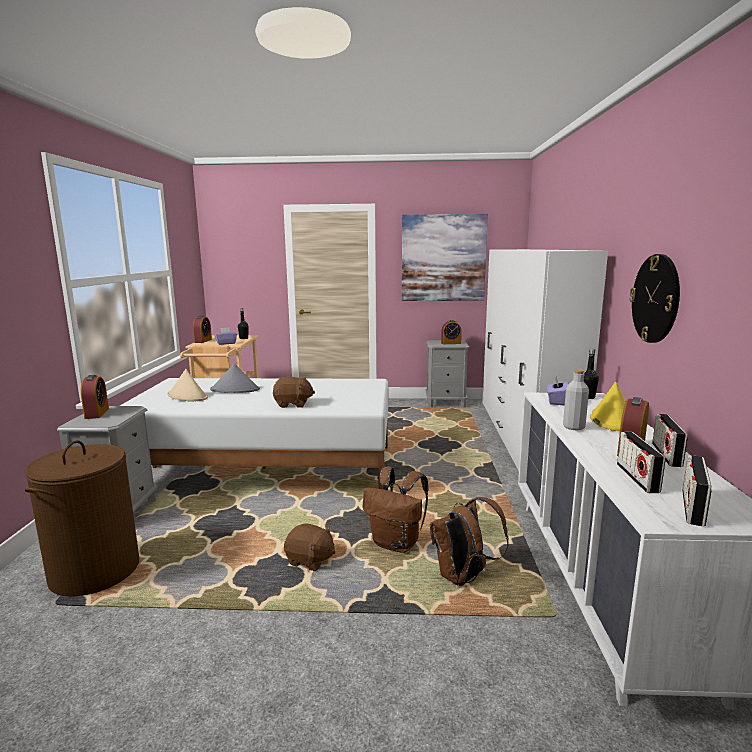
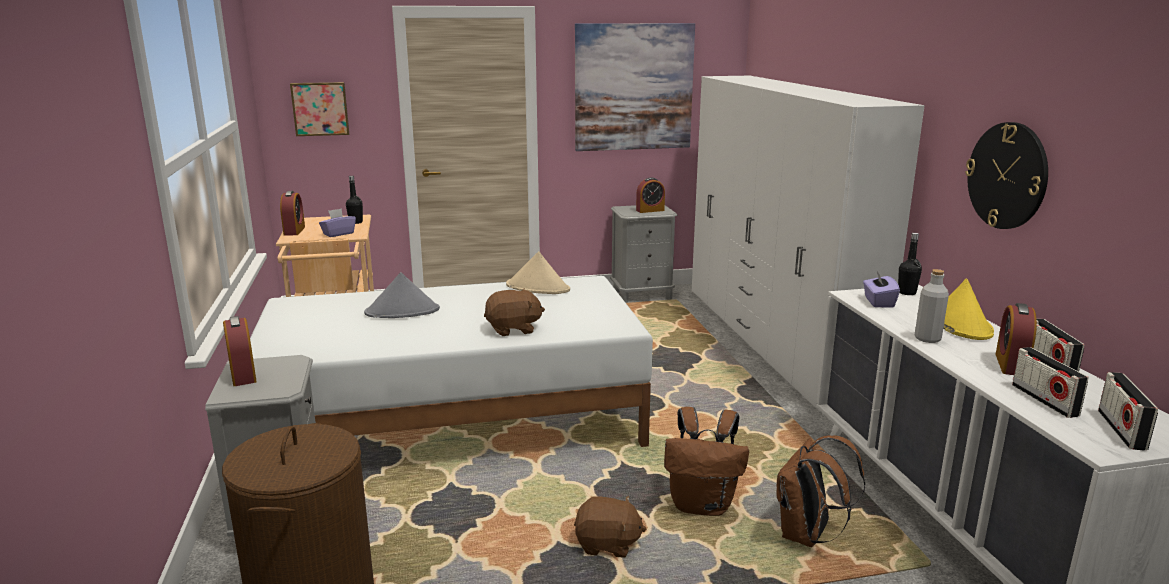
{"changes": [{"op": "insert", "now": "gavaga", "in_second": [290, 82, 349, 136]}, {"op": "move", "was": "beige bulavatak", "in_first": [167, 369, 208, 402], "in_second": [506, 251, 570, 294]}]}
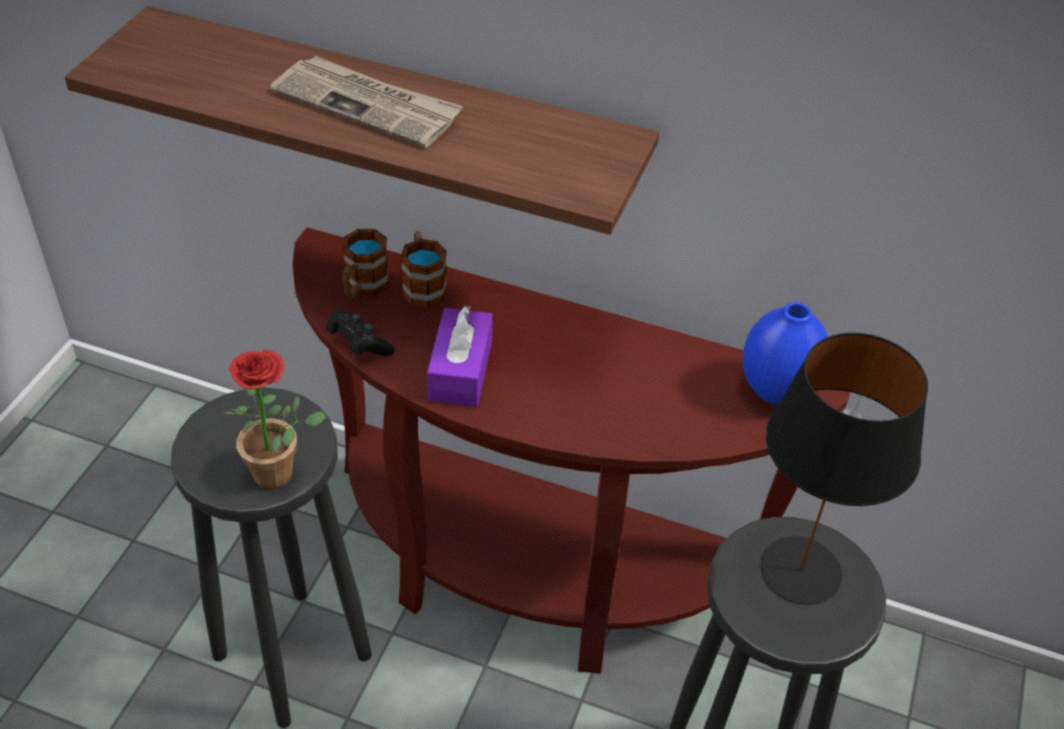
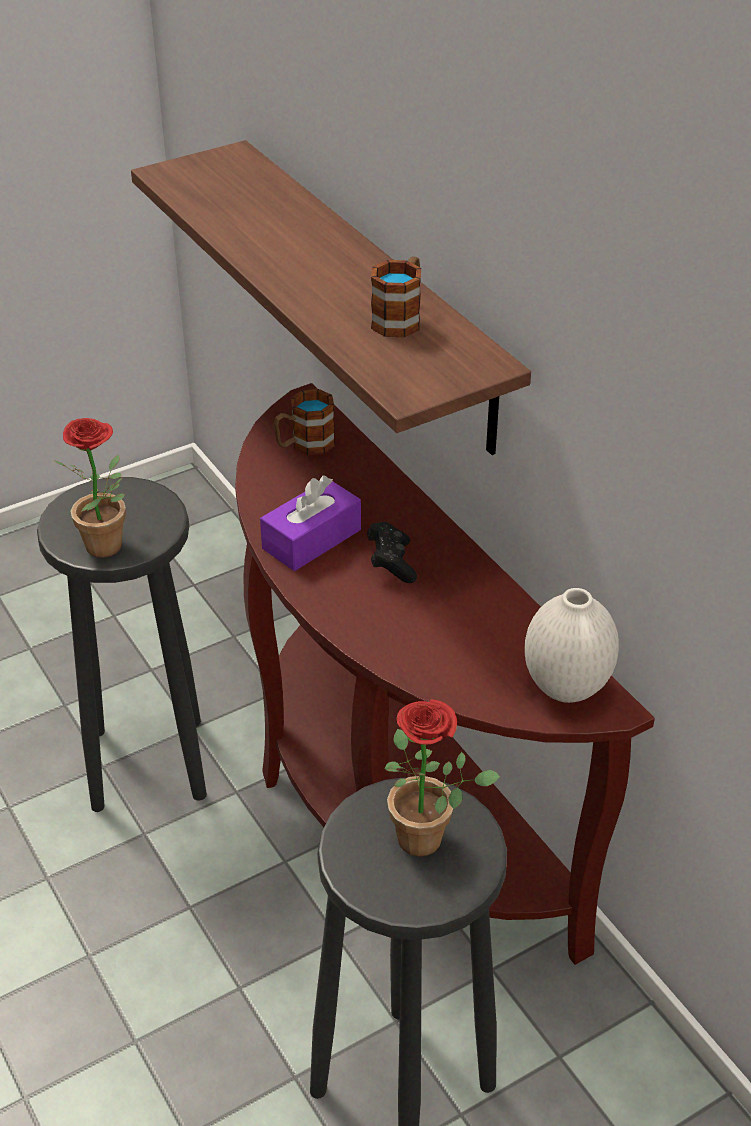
{"changes": [{"op": "move", "was": "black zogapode", "in_first": [326, 311, 395, 356], "in_second": [367, 522, 417, 583]}, {"op": "move", "was": "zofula", "in_first": [400, 231, 448, 308], "in_second": [371, 257, 421, 337]}, {"op": "replace", "was": "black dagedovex", "now": "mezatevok", "in_first": [761, 332, 928, 605], "in_second": [384, 699, 500, 856]}, {"op": "recolor", "was": "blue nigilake", "now": "white nigilake", "in_first": [743, 302, 828, 405], "in_second": [525, 588, 619, 703]}, {"op": "delete", "was": "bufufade", "in_first": [270, 56, 463, 148]}]}
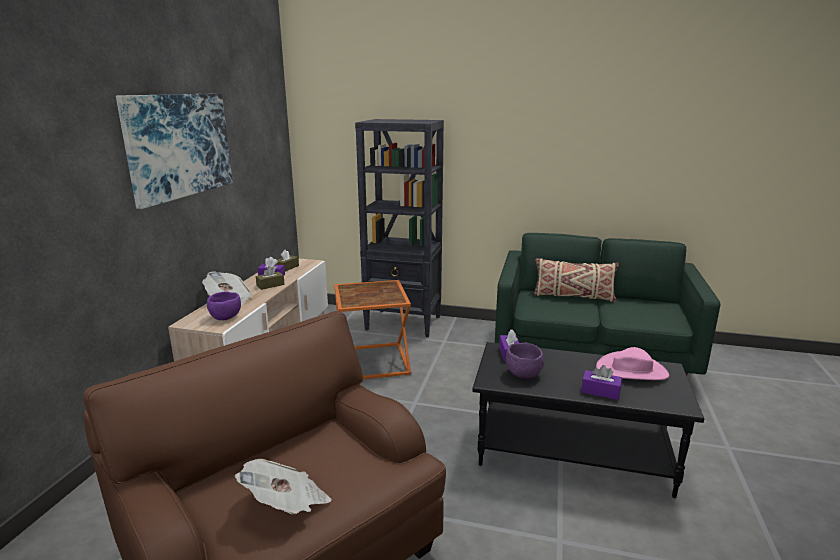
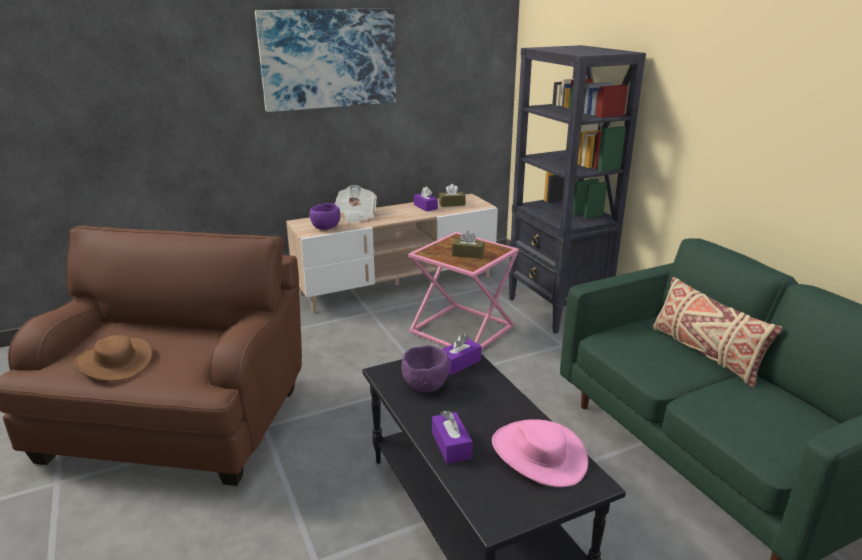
{"changes": [{"op": "replace", "was": "bufufade", "now": "brown bulavatak", "in_first": [235, 459, 332, 514], "in_second": [74, 335, 153, 381]}, {"op": "recolor", "was": "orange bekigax", "now": "pink bekigax", "in_first": [334, 280, 411, 379], "in_second": [408, 232, 519, 350]}, {"op": "move", "was": "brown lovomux", "in_first": [256, 266, 285, 290], "in_second": [452, 231, 484, 259]}]}
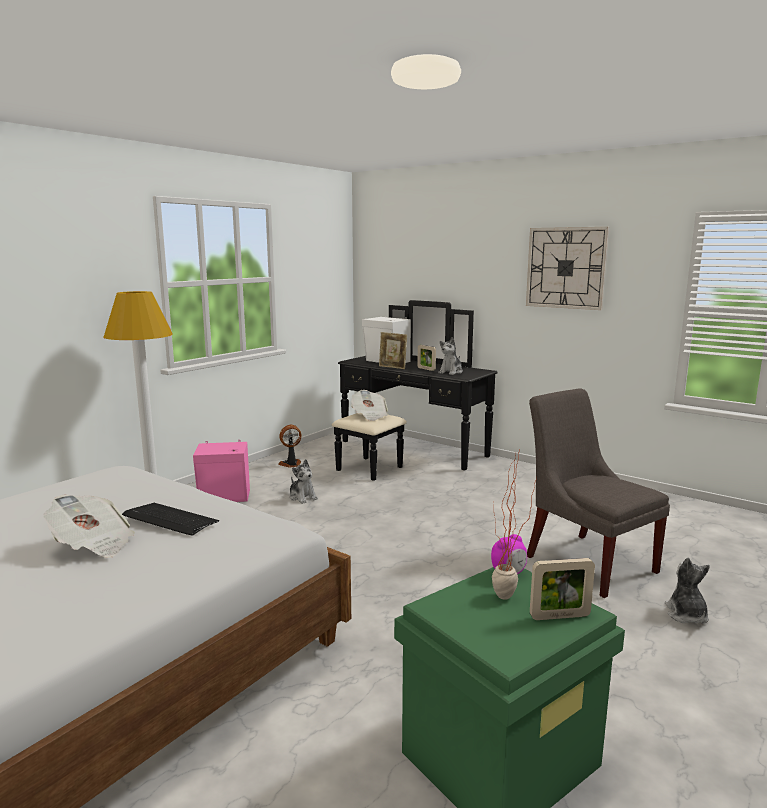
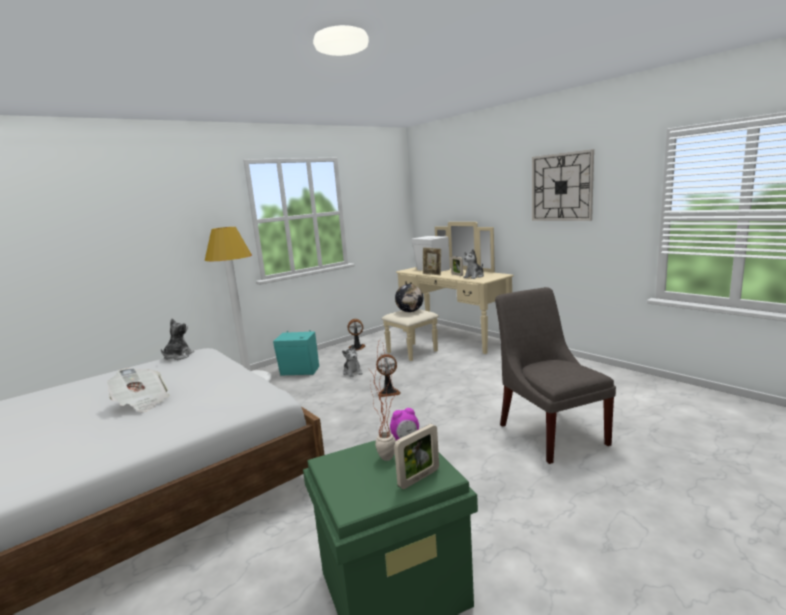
{"changes": [{"op": "move", "was": "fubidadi", "in_first": [665, 557, 710, 623], "in_second": [161, 319, 194, 360]}, {"op": "recolor", "was": "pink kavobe", "now": "turquoise kavobe", "in_first": [193, 440, 250, 502], "in_second": [273, 330, 319, 375]}, {"op": "insert", "now": "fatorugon", "in_second": [376, 354, 401, 397]}, {"op": "recolor", "was": "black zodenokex", "now": "beige zodenokex", "in_first": [332, 300, 498, 481], "in_second": [381, 222, 514, 361]}, {"op": "rotate", "was": "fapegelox", "in_first": [530, 558, 595, 620], "in_second": [394, 424, 439, 489], "clockwise": -45}, {"op": "replace", "was": "bufufade", "now": "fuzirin", "in_first": [351, 390, 388, 421], "in_second": [395, 284, 423, 312]}, {"op": "delete", "was": "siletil", "in_first": [122, 503, 219, 536]}]}
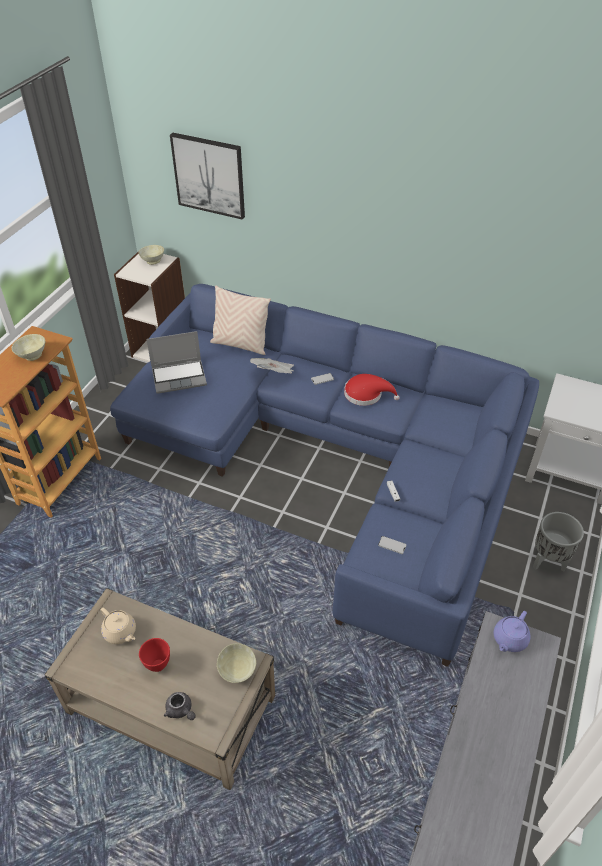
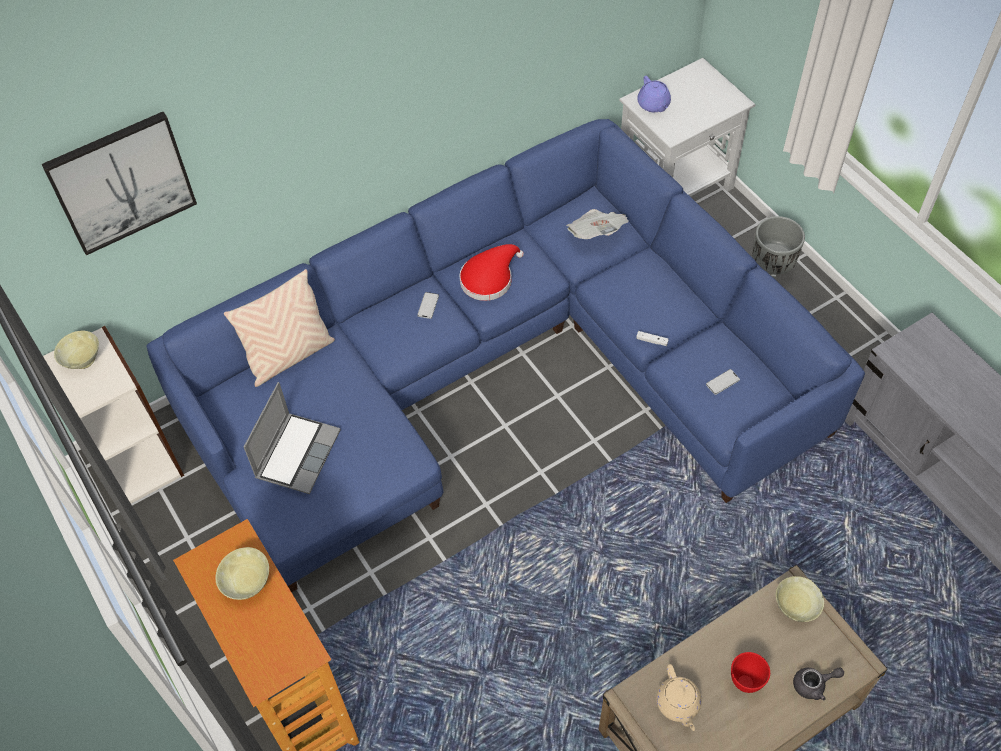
{"changes": [{"op": "move", "was": "bufufade", "in_first": [250, 358, 294, 374], "in_second": [566, 209, 629, 239]}, {"op": "move", "was": "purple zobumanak", "in_first": [494, 611, 530, 652], "in_second": [637, 76, 671, 112]}, {"op": "rotate", "was": "beige zobumanak", "in_first": [101, 608, 136, 644], "in_second": [656, 664, 702, 731], "clockwise": 90}]}
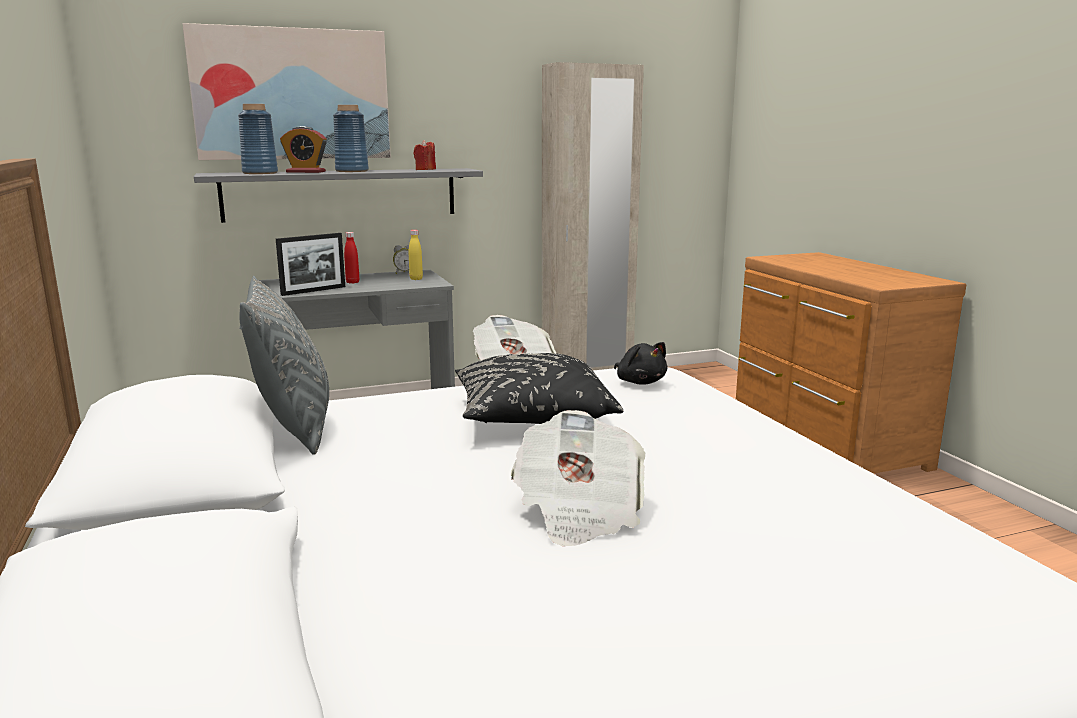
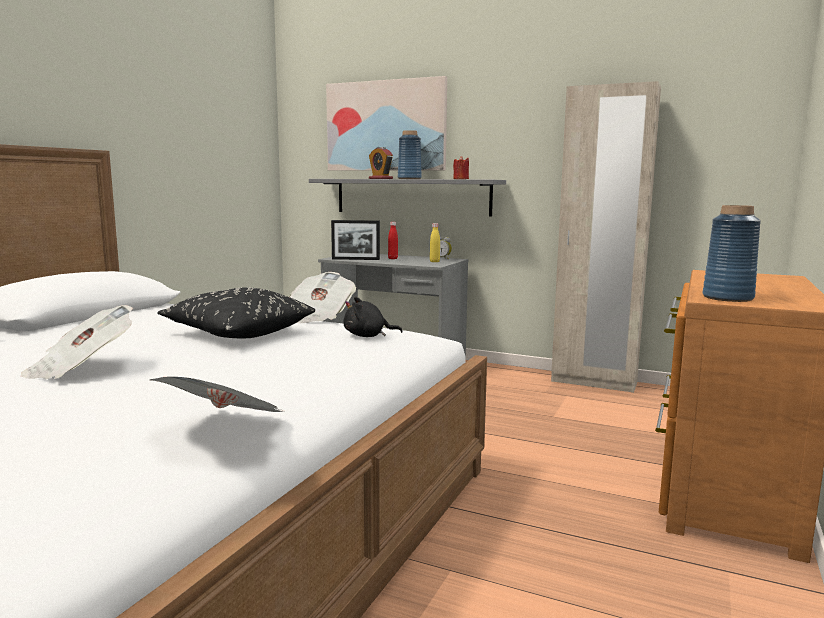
{"changes": [{"op": "insert", "now": "bufufade", "in_second": [150, 376, 282, 412]}, {"op": "rotate", "was": "black fubidadi", "in_first": [614, 342, 667, 385], "in_second": [343, 297, 403, 337], "clockwise": 75}, {"op": "move", "was": "blue nigilake", "in_first": [238, 104, 278, 174], "in_second": [702, 205, 761, 302]}, {"op": "delete", "was": "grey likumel", "in_first": [239, 276, 329, 455]}]}
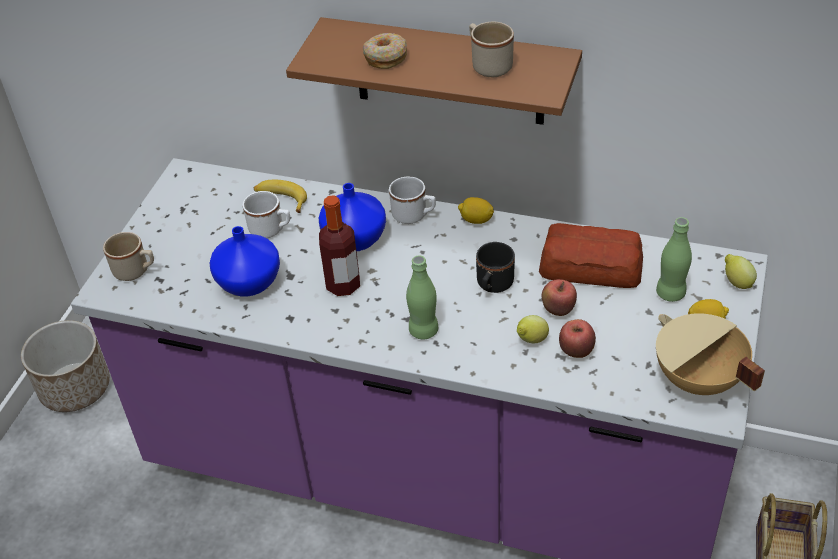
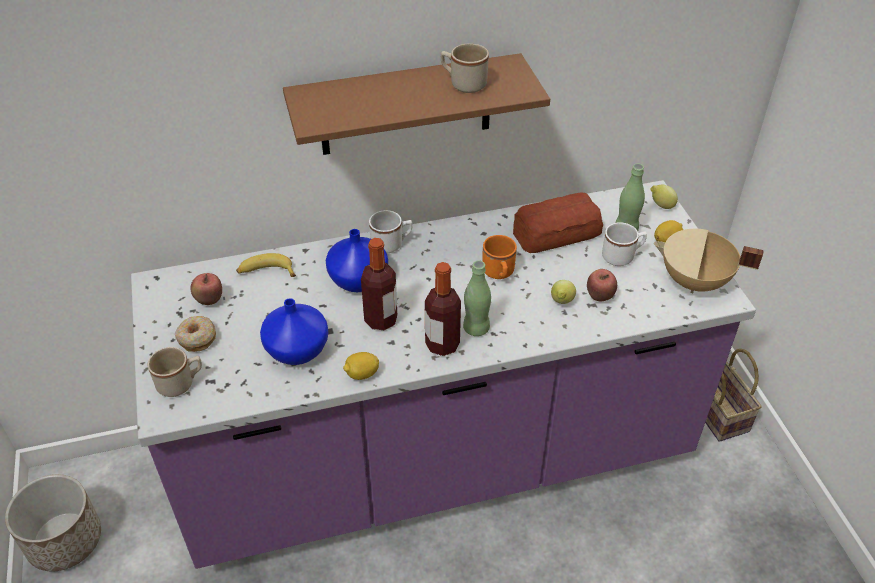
{"changes": [{"op": "move", "was": "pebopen", "in_first": [363, 33, 407, 69], "in_second": [175, 316, 216, 352]}, {"op": "move", "was": "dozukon", "in_first": [542, 279, 577, 316], "in_second": [190, 273, 222, 305]}, {"op": "move", "was": "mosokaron", "in_first": [458, 197, 494, 224], "in_second": [343, 352, 379, 380]}, {"op": "insert", "now": "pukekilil", "in_second": [425, 262, 461, 356]}, {"op": "recolor", "was": "black zofula", "now": "orange zofula", "in_first": [476, 242, 515, 293], "in_second": [482, 235, 517, 279]}, {"op": "move", "was": "white zofula", "in_first": [242, 191, 290, 238], "in_second": [602, 222, 647, 266]}]}
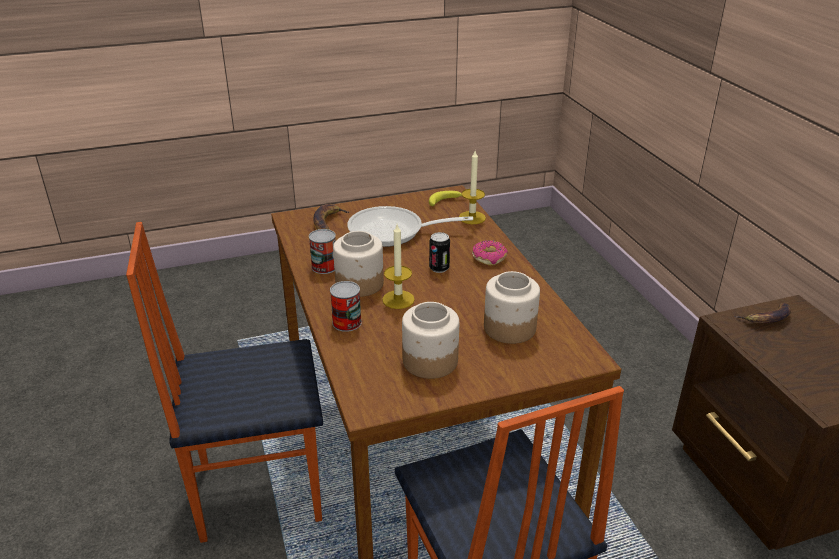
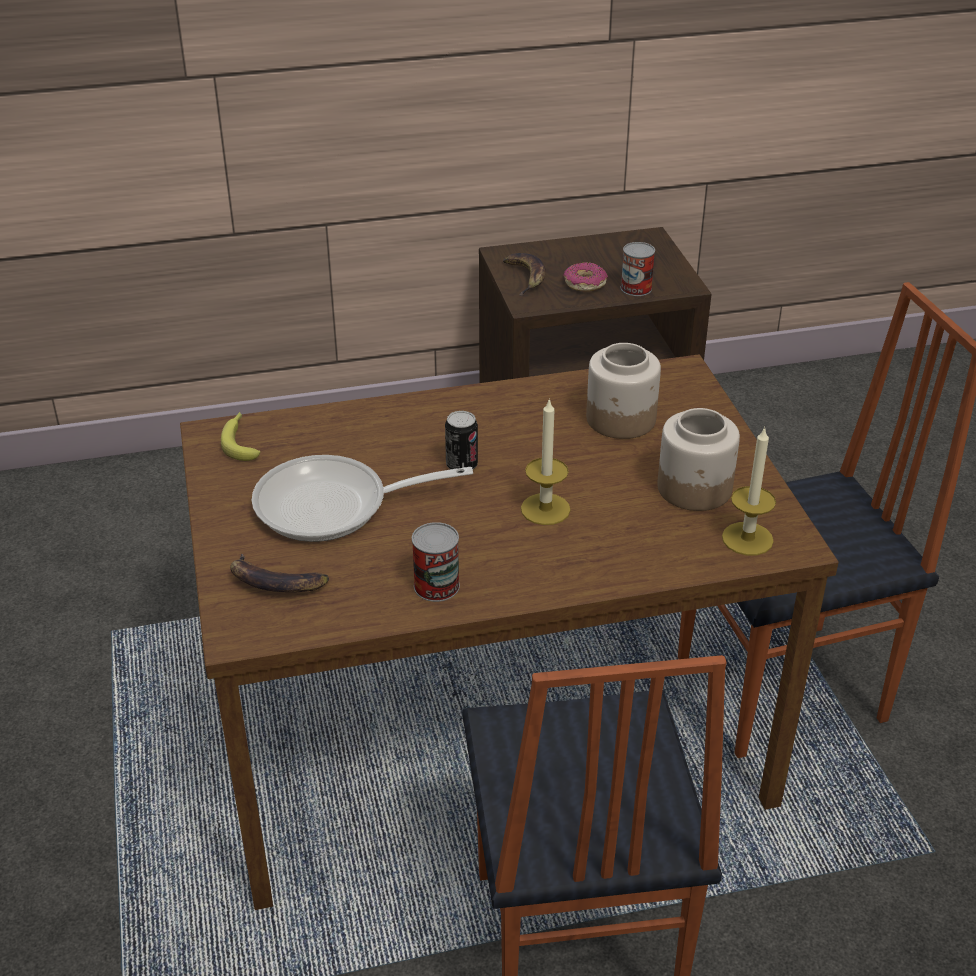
{"changes": [{"op": "rotate", "was": "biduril", "in_first": [347, 206, 473, 247], "in_second": [252, 455, 473, 542], "clockwise": 75}, {"op": "move", "was": "pebopen", "in_first": [472, 240, 508, 266], "in_second": [563, 262, 608, 291]}, {"op": "move", "was": "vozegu", "in_first": [330, 281, 362, 332], "in_second": [621, 242, 655, 296]}, {"op": "move", "was": "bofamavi", "in_first": [459, 151, 486, 224], "in_second": [722, 426, 776, 556]}, {"op": "delete", "was": "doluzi", "in_first": [333, 231, 384, 297]}]}
